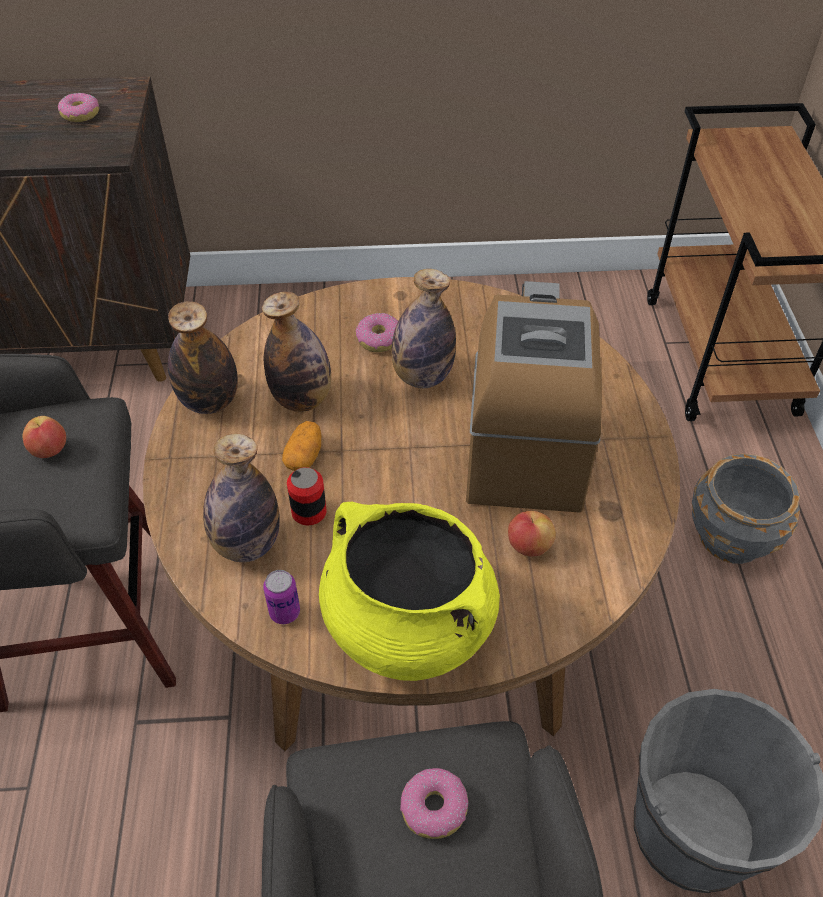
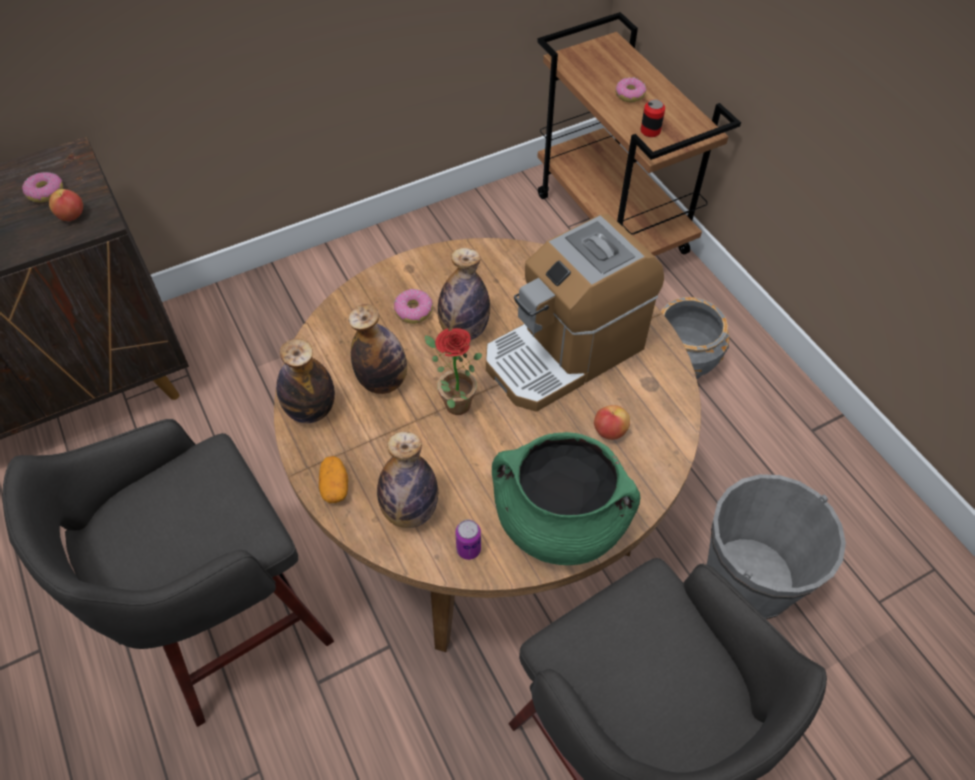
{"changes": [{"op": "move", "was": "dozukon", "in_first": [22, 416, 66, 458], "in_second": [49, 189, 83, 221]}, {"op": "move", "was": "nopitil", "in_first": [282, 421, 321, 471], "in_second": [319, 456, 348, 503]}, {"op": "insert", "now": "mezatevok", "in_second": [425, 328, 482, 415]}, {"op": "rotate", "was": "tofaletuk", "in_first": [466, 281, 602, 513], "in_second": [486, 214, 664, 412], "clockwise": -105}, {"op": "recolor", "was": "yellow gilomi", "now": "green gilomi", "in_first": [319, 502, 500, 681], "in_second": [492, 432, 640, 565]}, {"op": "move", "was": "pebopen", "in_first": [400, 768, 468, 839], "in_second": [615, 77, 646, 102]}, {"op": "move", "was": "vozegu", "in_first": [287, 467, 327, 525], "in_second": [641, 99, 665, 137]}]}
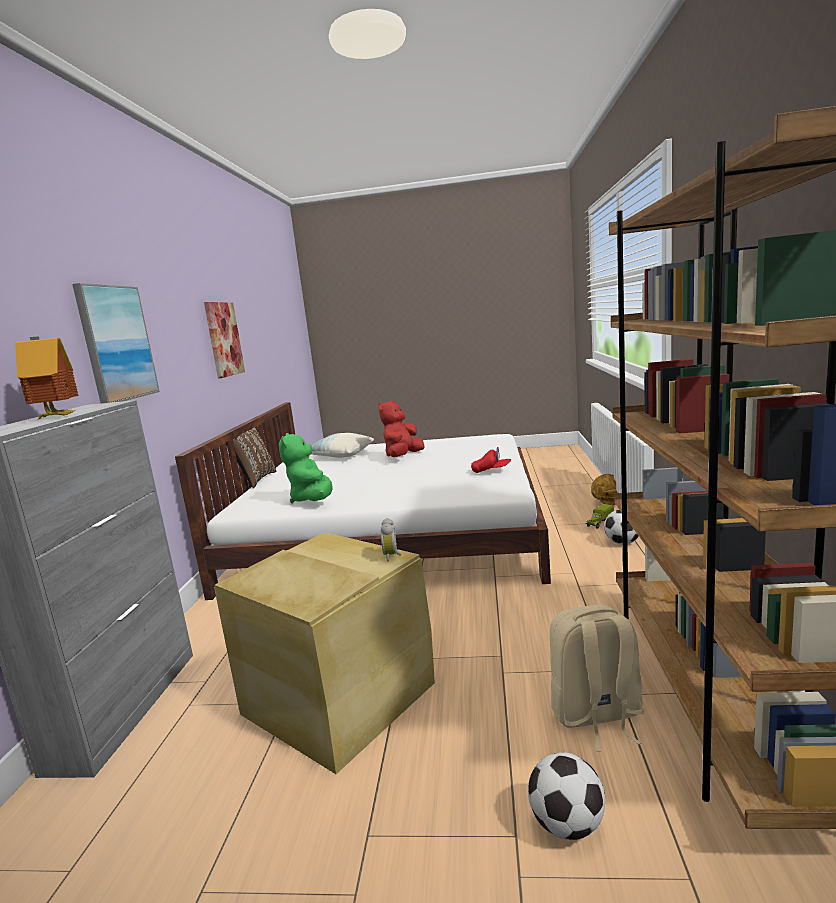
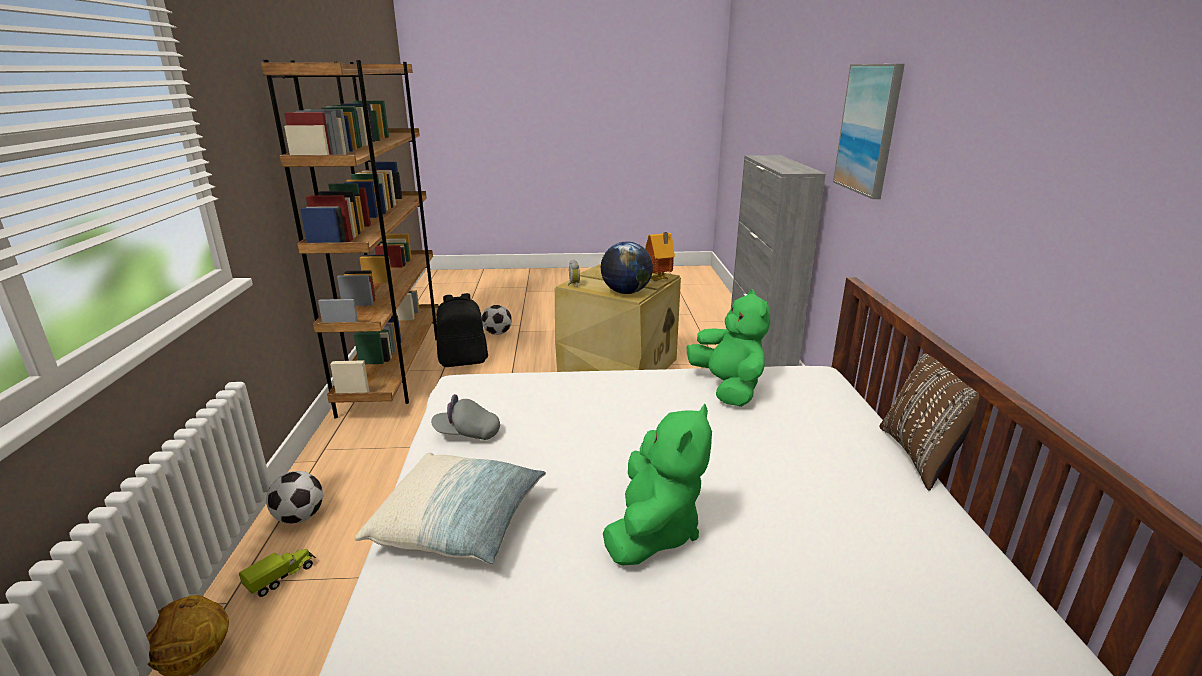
{"changes": [{"op": "move", "was": "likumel", "in_first": [311, 433, 374, 458], "in_second": [355, 453, 546, 564]}, {"op": "recolor", "was": "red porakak", "now": "grey porakak", "in_first": [471, 447, 511, 473], "in_second": [431, 394, 500, 440]}, {"op": "recolor", "was": "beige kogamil", "now": "black kogamil", "in_first": [550, 604, 644, 752], "in_second": [436, 293, 488, 367]}, {"op": "insert", "now": "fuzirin", "in_second": [601, 241, 653, 294]}, {"op": "recolor", "was": "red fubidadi", "now": "green fubidadi", "in_first": [378, 401, 424, 457], "in_second": [603, 404, 712, 566]}, {"op": "move", "was": "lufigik", "in_first": [15, 336, 79, 419], "in_second": [645, 232, 675, 281]}, {"op": "delete", "was": "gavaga", "in_first": [204, 302, 245, 379]}]}
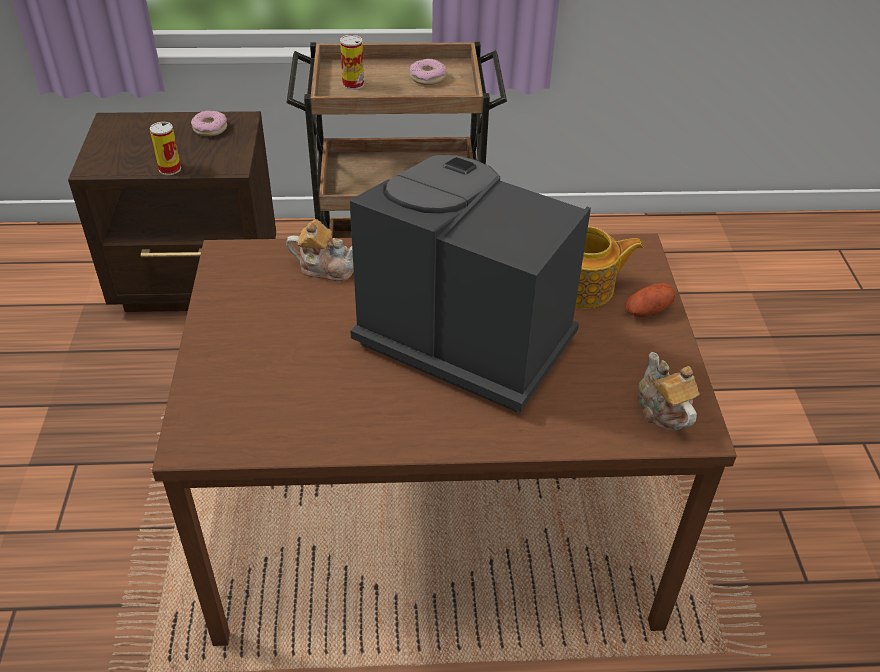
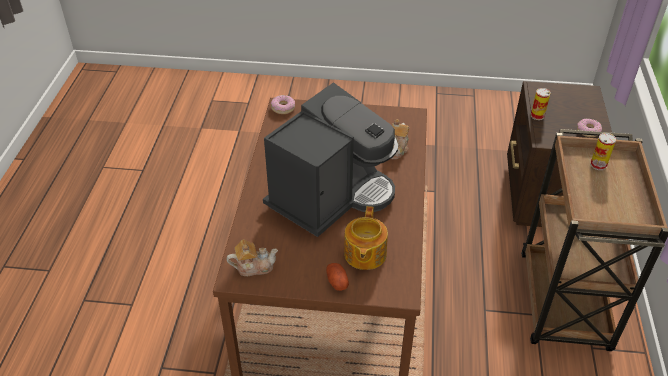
{"changes": [{"op": "move", "was": "pebopen", "in_first": [409, 59, 446, 85], "in_second": [271, 95, 295, 114]}]}
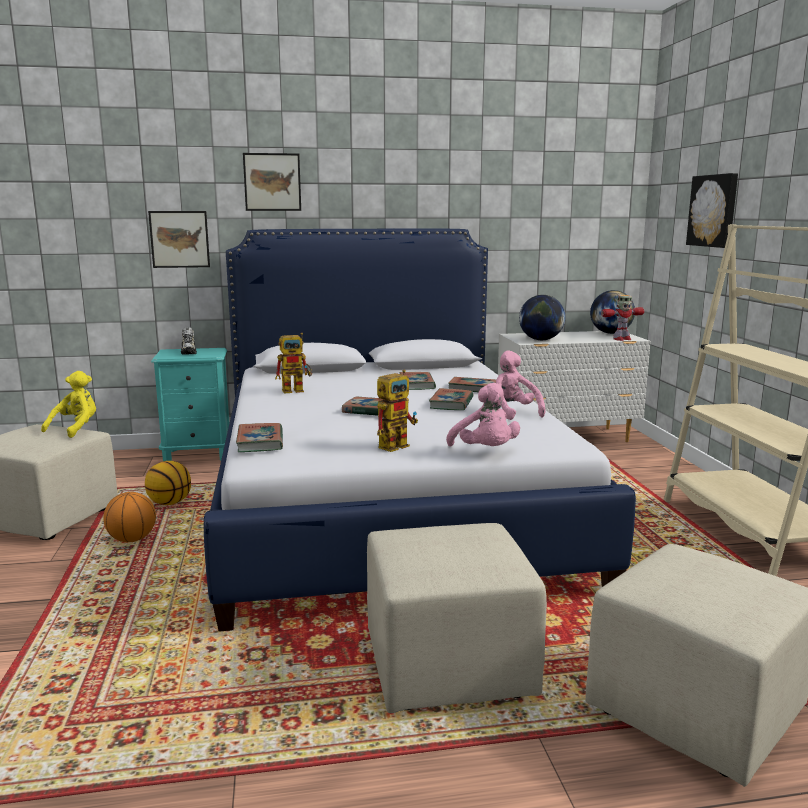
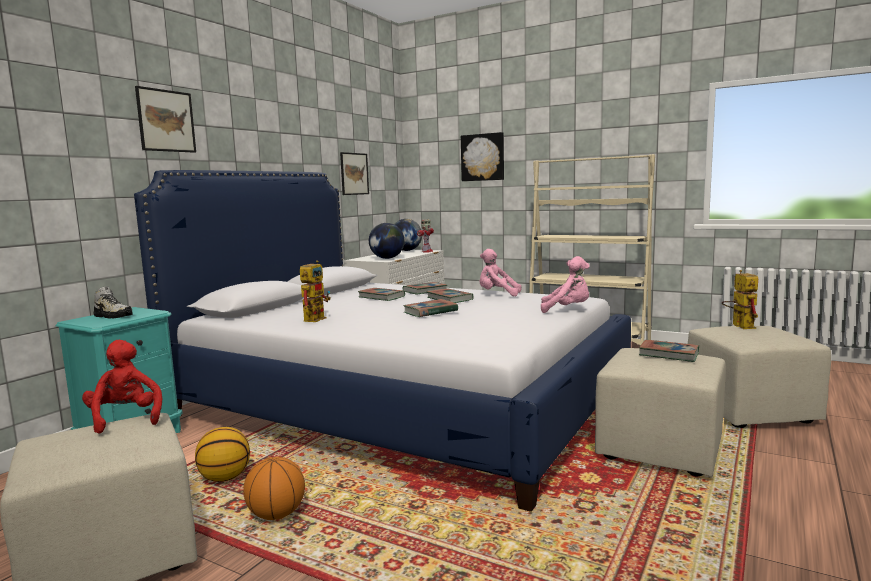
{"changes": [{"op": "recolor", "was": "yellow fubidadi", "now": "red fubidadi", "in_first": [41, 371, 96, 438], "in_second": [82, 340, 162, 434]}, {"op": "move", "was": "gavaga", "in_first": [148, 211, 210, 268], "in_second": [340, 152, 369, 195]}, {"op": "move", "was": "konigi", "in_first": [236, 423, 283, 452], "in_second": [639, 340, 699, 362]}, {"op": "move", "was": "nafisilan", "in_first": [377, 370, 418, 452], "in_second": [722, 270, 758, 329]}]}
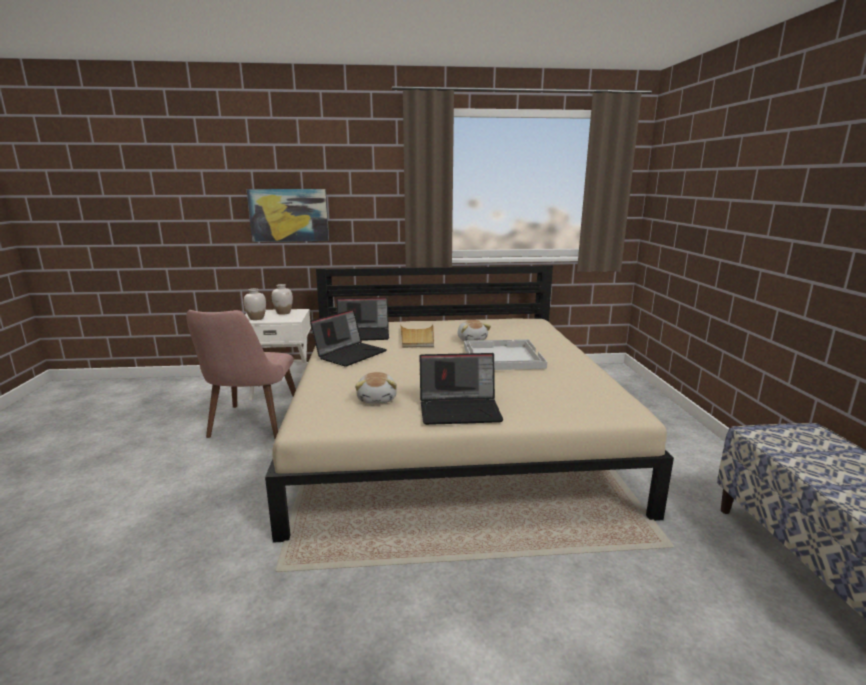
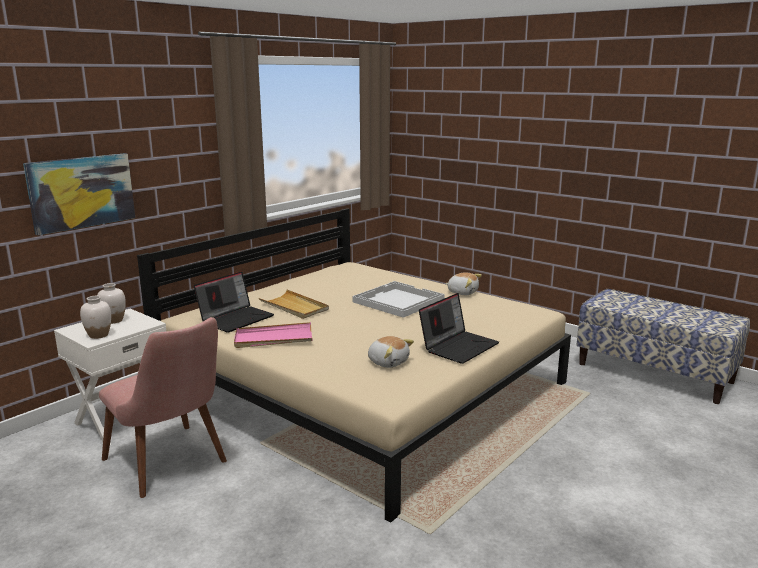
{"changes": [{"op": "replace", "was": "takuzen", "now": "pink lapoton", "in_first": [310, 309, 387, 367], "in_second": [234, 322, 313, 348]}, {"op": "move", "was": "fubidadi", "in_first": [457, 320, 491, 341], "in_second": [445, 272, 482, 295]}]}
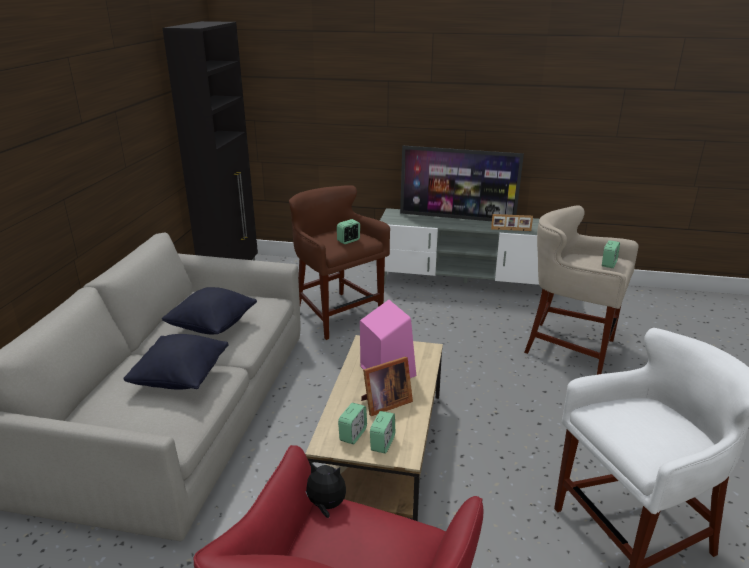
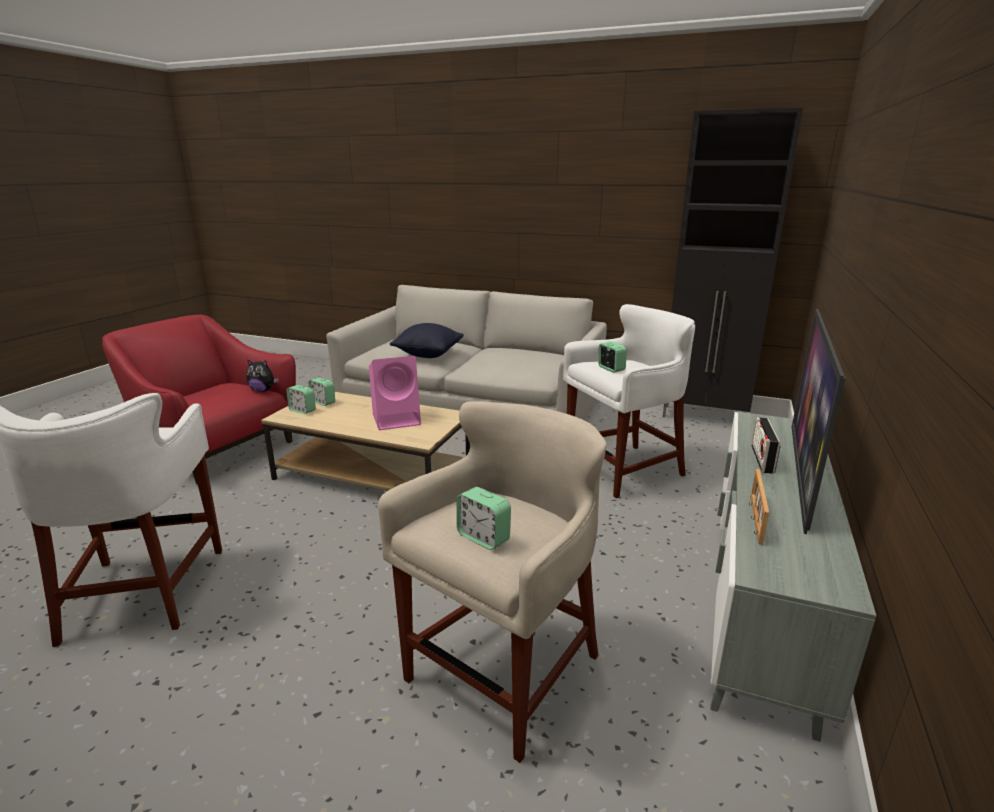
{"changes": [{"op": "rotate", "was": "fubidadi", "in_first": [305, 463, 346, 518], "in_second": [246, 359, 279, 392], "clockwise": 75}, {"op": "recolor", "was": "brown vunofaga", "now": "white vunofaga", "in_first": [289, 185, 390, 340], "in_second": [563, 304, 695, 498]}, {"op": "insert", "now": "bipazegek", "in_second": [752, 417, 781, 474]}, {"op": "delete", "was": "black likumel", "in_first": [162, 287, 257, 334]}, {"op": "delete", "was": "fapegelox", "in_first": [361, 356, 413, 416]}]}
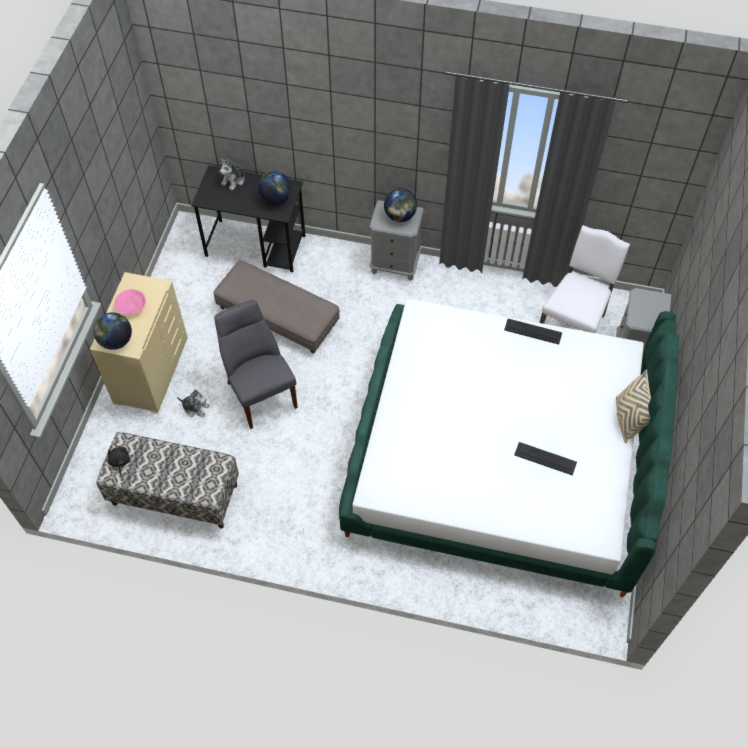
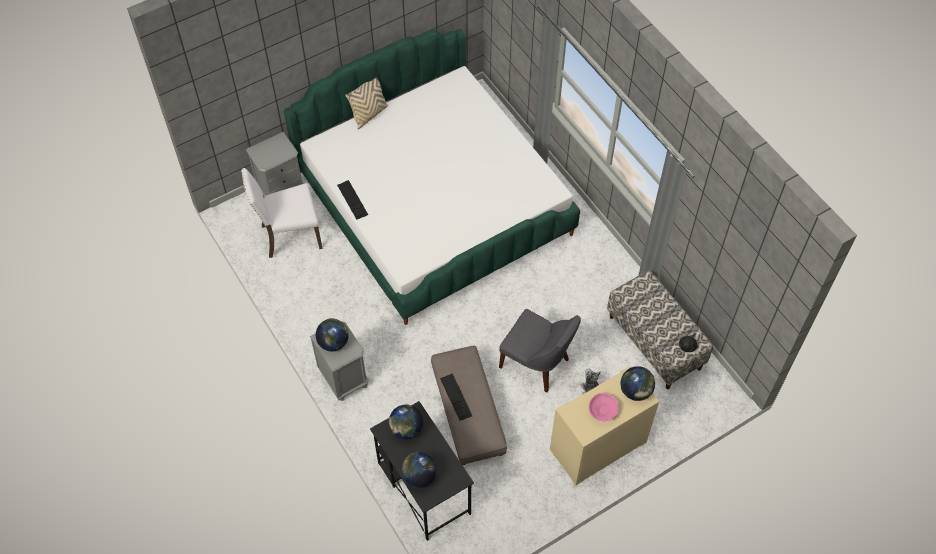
{"changes": [{"op": "replace", "was": "fubidadi", "now": "fuzirin", "in_first": [220, 158, 245, 190], "in_second": [401, 452, 436, 488]}, {"op": "move", "was": "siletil", "in_first": [514, 442, 577, 476], "in_second": [440, 373, 472, 421]}, {"op": "rotate", "was": "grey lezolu", "in_first": [214, 300, 298, 429], "in_second": [499, 309, 581, 392], "clockwise": -75}]}
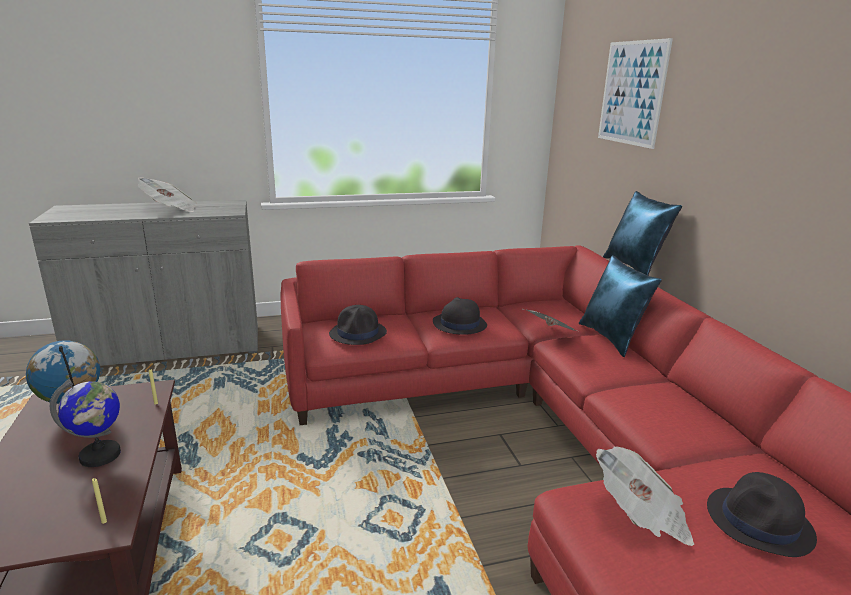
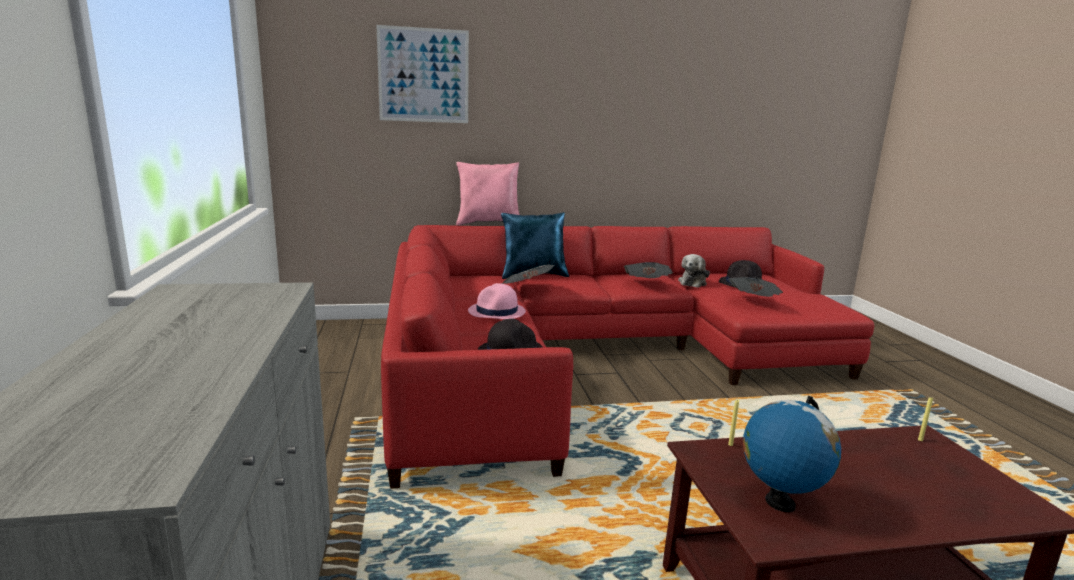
{"changes": [{"op": "recolor", "was": "blue likumel", "now": "pink likumel", "in_first": [603, 191, 682, 275], "in_second": [456, 162, 520, 226]}, {"op": "recolor", "was": "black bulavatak", "now": "pink bulavatak", "in_first": [433, 297, 487, 335], "in_second": [468, 283, 526, 319]}, {"op": "move", "was": "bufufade", "in_first": [138, 177, 197, 212], "in_second": [624, 262, 673, 278]}, {"op": "insert", "now": "fubidadi", "in_second": [678, 254, 710, 288]}, {"op": "delete", "was": "fuzirin", "in_first": [50, 380, 121, 467]}]}
